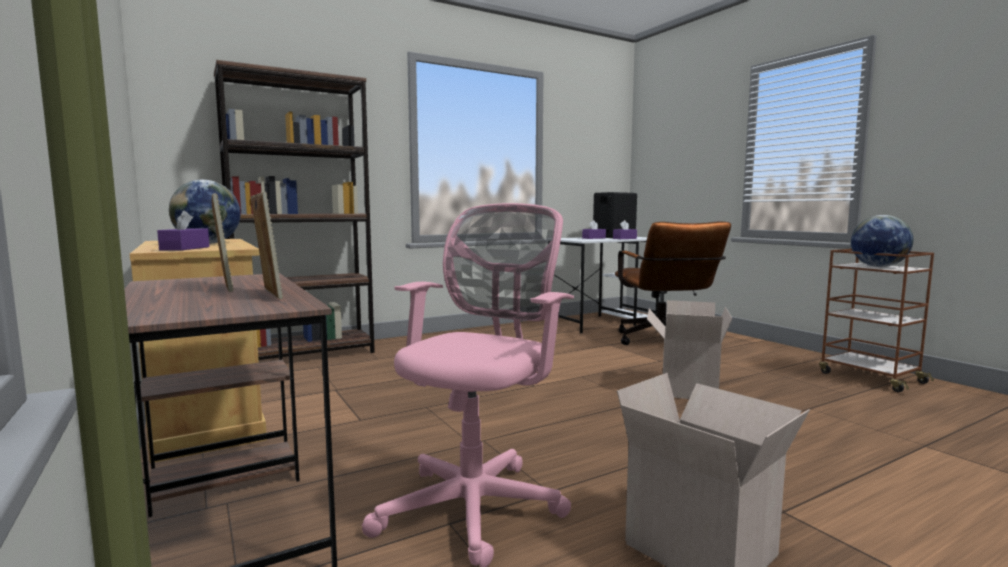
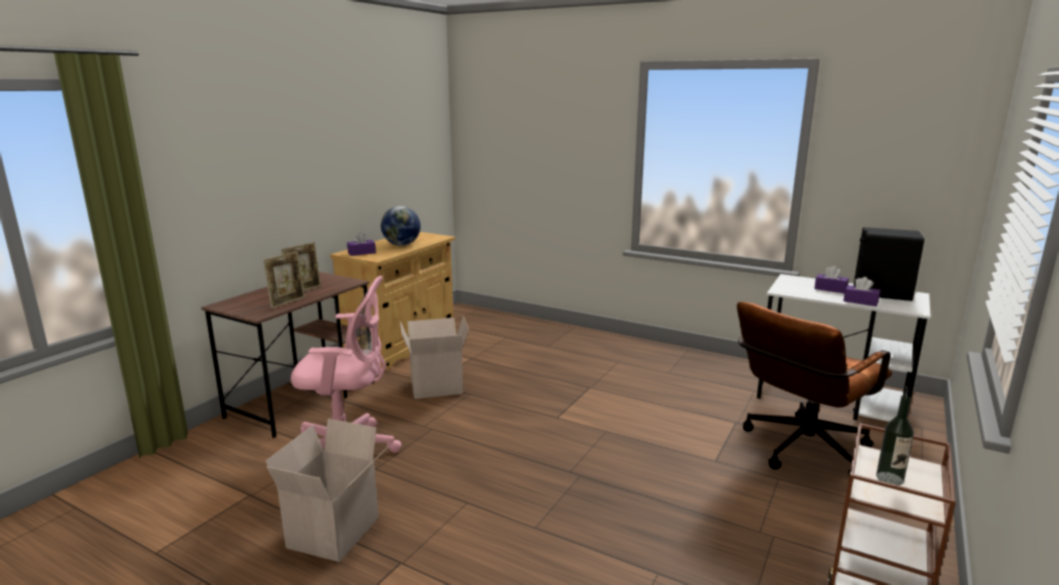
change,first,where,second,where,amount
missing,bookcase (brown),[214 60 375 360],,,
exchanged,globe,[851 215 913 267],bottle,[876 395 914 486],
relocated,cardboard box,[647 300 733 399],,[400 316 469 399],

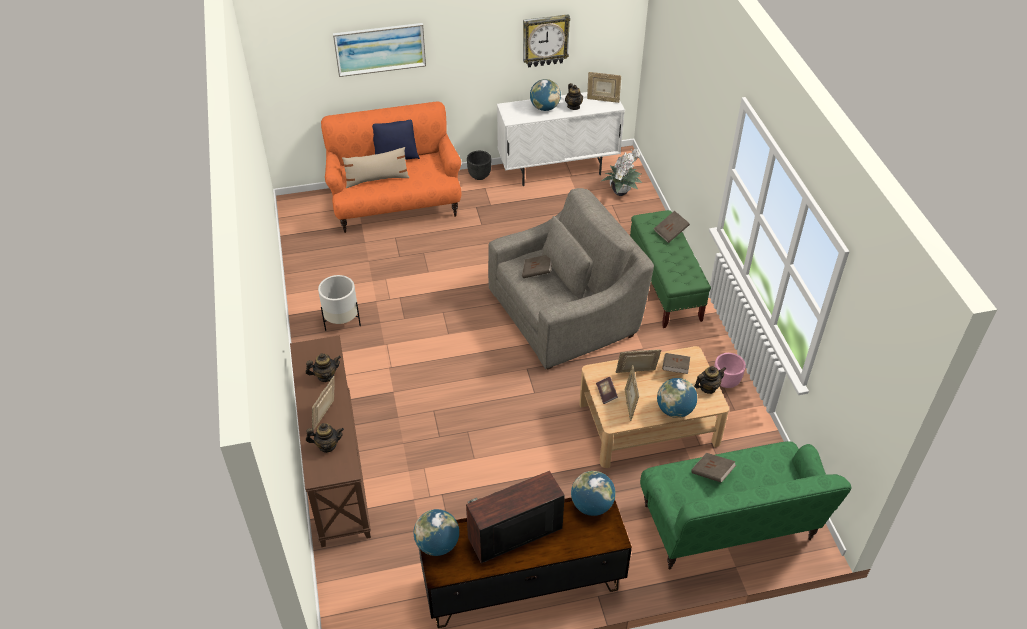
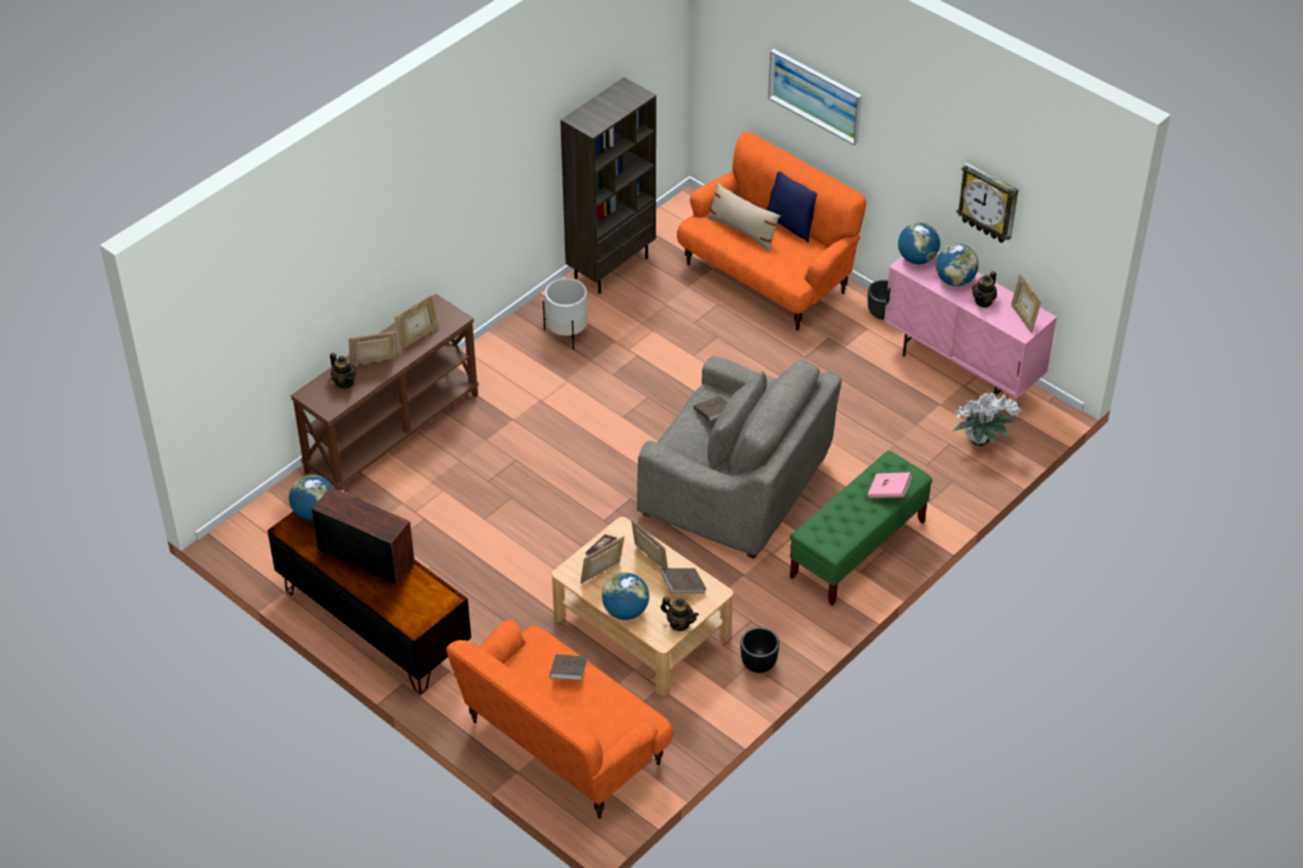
change,first,where,second,where,amount
colour,cabinet (white),[497 92 625 186],cabinet (pink),[884 251 1057 399],
colour,book (brown),[654 211 690 243],book (pink),[868 472 912 498],
exchanged,teapot,[306 353 341 382],picture frame,[395 295 439 349],
colour,planter (pink),[714 353 746 388],planter (black),[740 627 779 673],
colour,sofa (green),[640 441 851 570],sofa (orange),[446 620 673 819],
relocated,globe,[571 471 616 516],,[898 222 940 264],
appeared,,,bookcase (brown),[560 77 656 294],

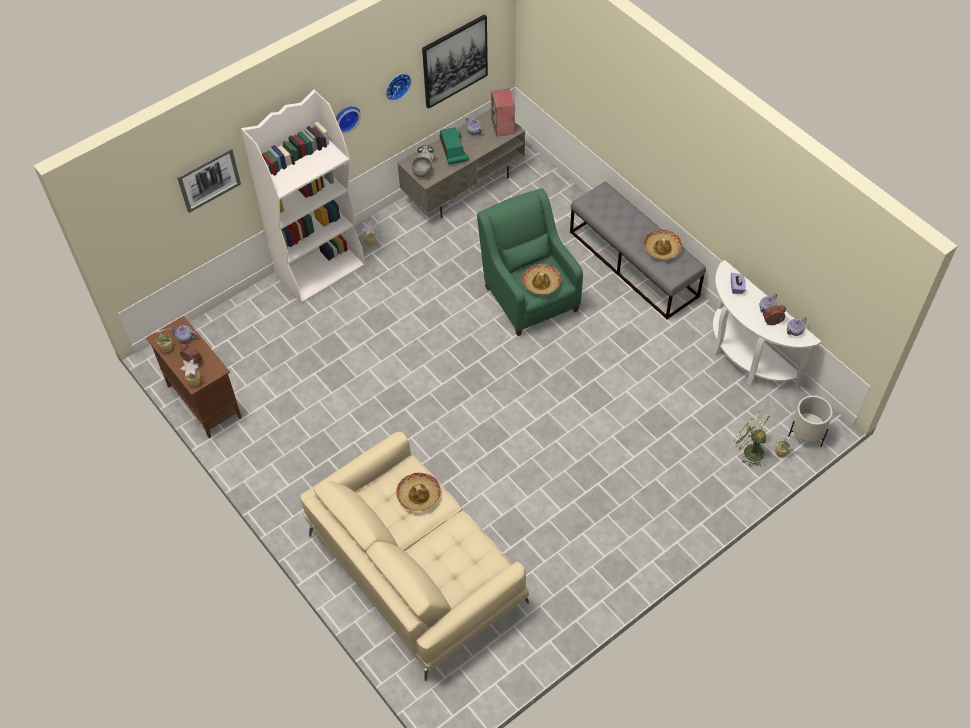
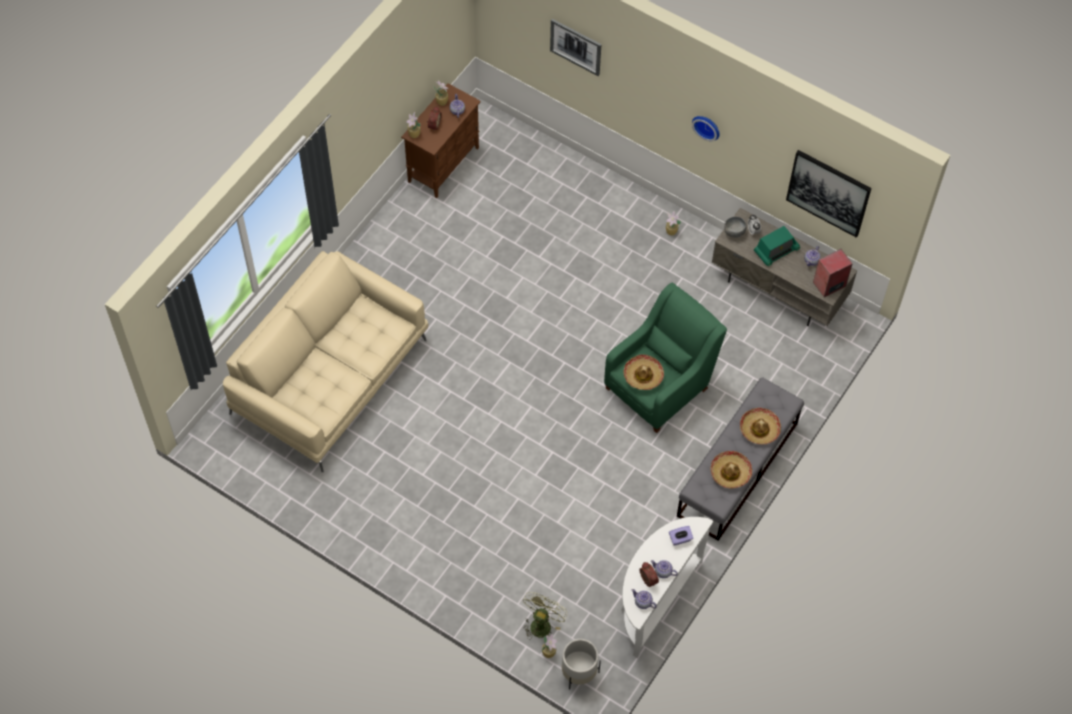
change,first,where,second,where,amount
missing,wall clock,[386 74 411 101],,,
missing,bookcase (white),[241 90 365 304],,,
relocated,hat,[396 472 441 512],,[740 408 781 445],

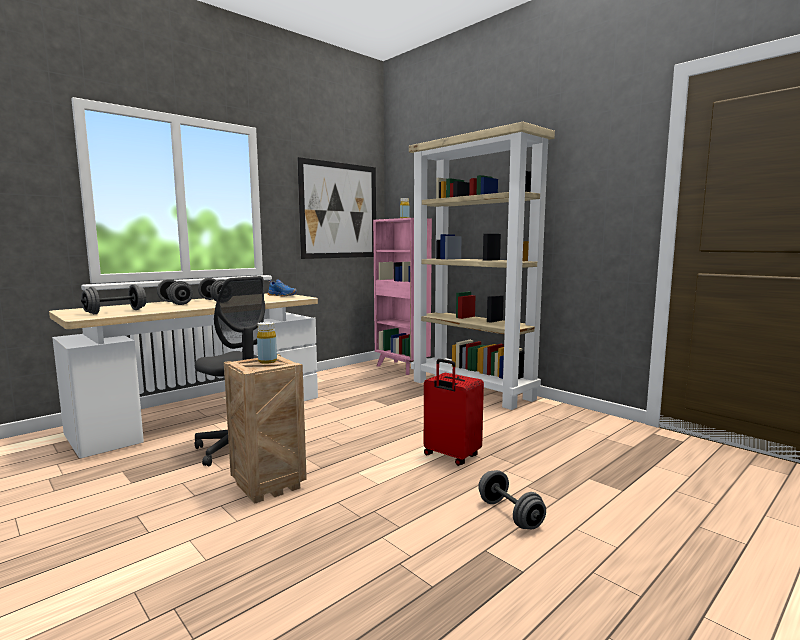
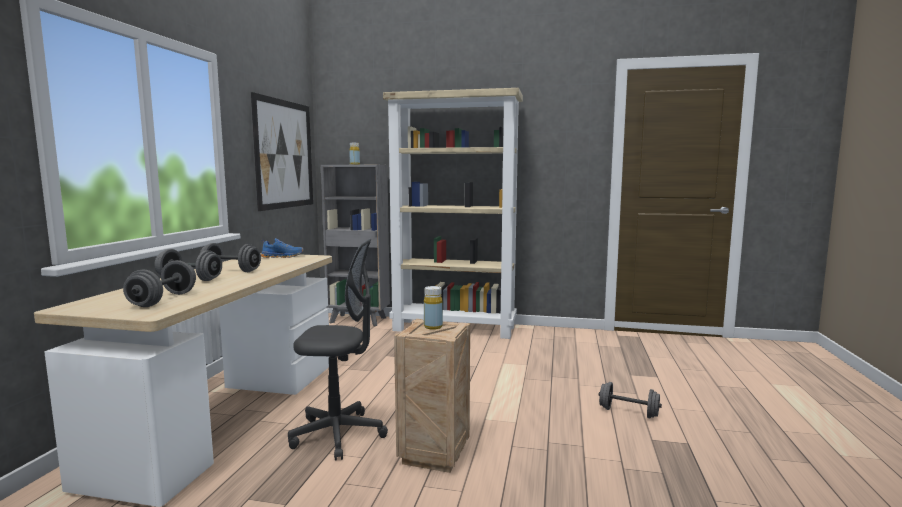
change,first,where,second,where,amount
colour,bookcase (pink),[373 218 432 375],bookcase (grey),[321 165 390 326],
missing,suitcase (red),[424 359 484 466],,,

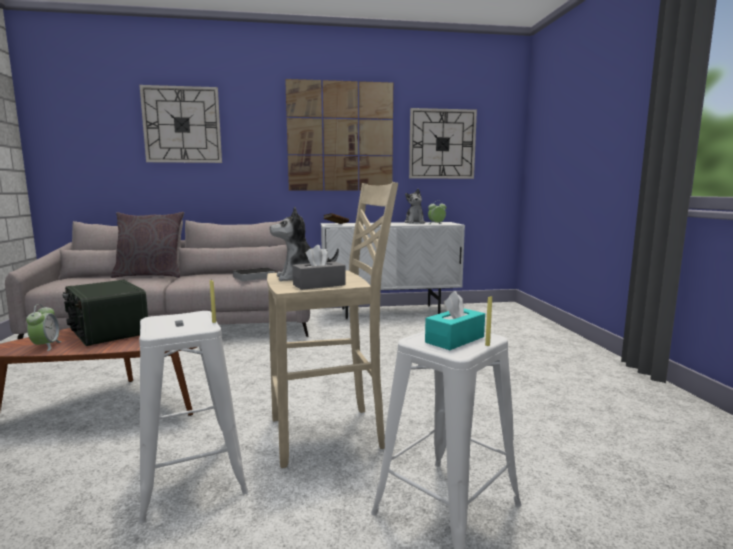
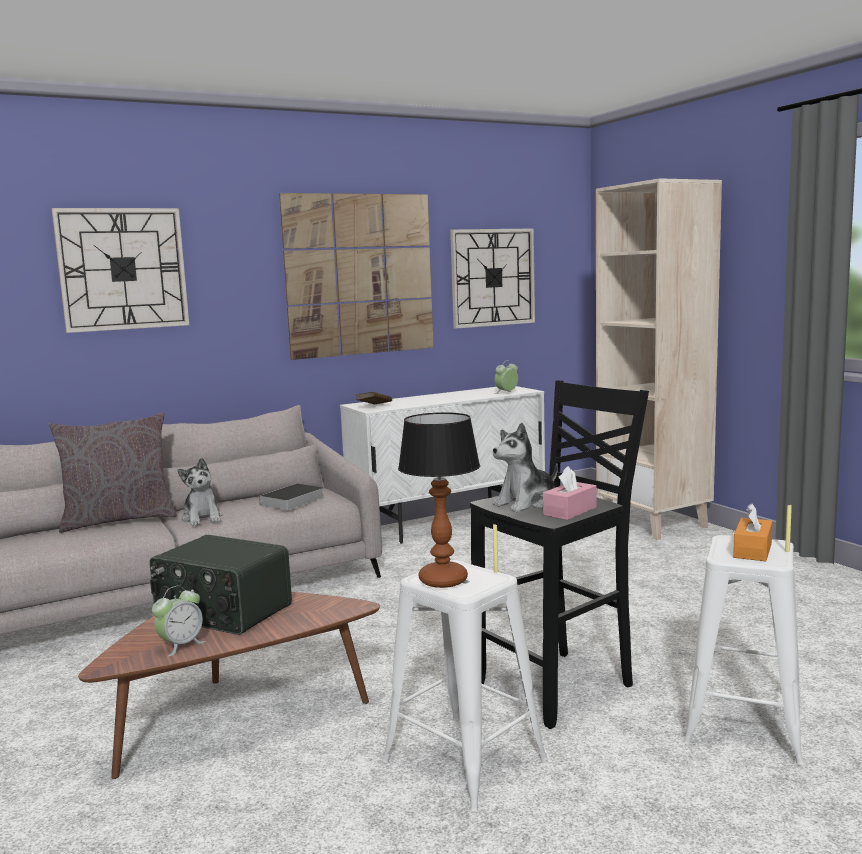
change,first,where,second,where,amount
colour,stool (beige),[267 182 398 468],stool (black),[470 380 649 729],
relocated,plush toy,[404 189 425 224],,[178 458 223 526],
colour,tissue box (grey),[292 245 346 290],tissue box (pink),[543 466 597 520],
colour,tissue box (turquoise),[425 291 485 350],tissue box (orange),[733 503 772 561],
spun,alarm clock,[26 304 62 351],,[152 586 206 657],75 degrees clockwise
appeared,,,bookcase (beige),[596 178 722 540],
appeared,,,table lamp,[398 412 480 588],

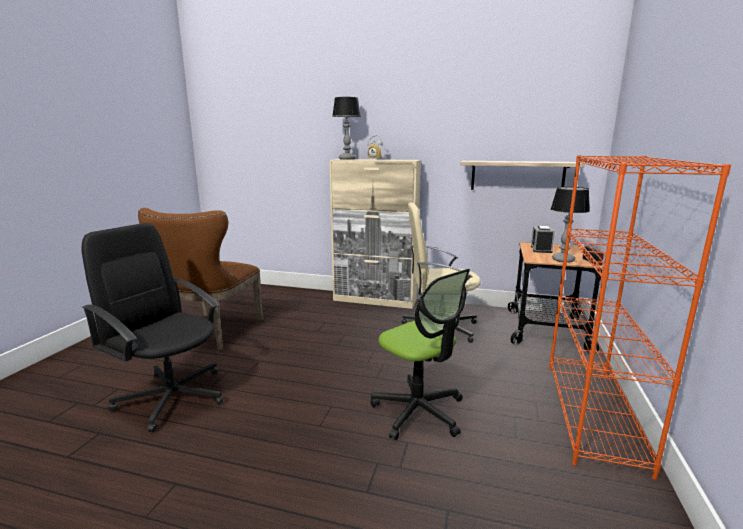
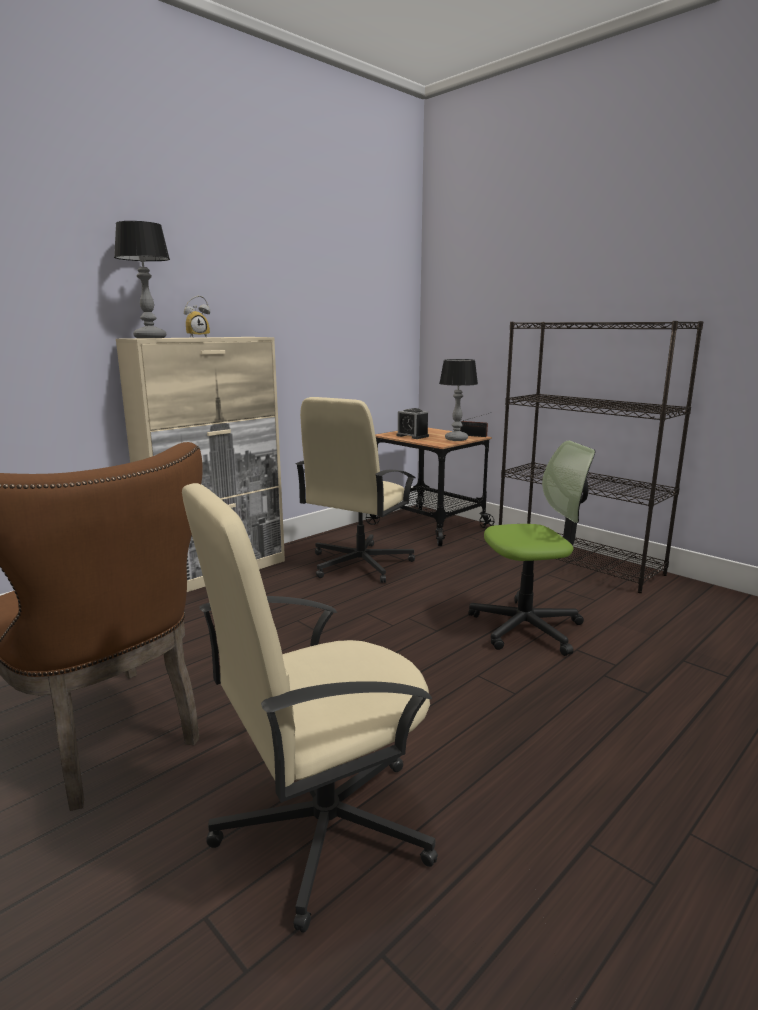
change,first,where,second,where,amount
colour,bookcase (orange),[549 155 731 480],bookcase (black),[499 321 703 593],
missing,shelf,[460 161 585 190],,,
colour,office chair (black),[82 223 223 432],office chair (beige),[182 483 438 933],

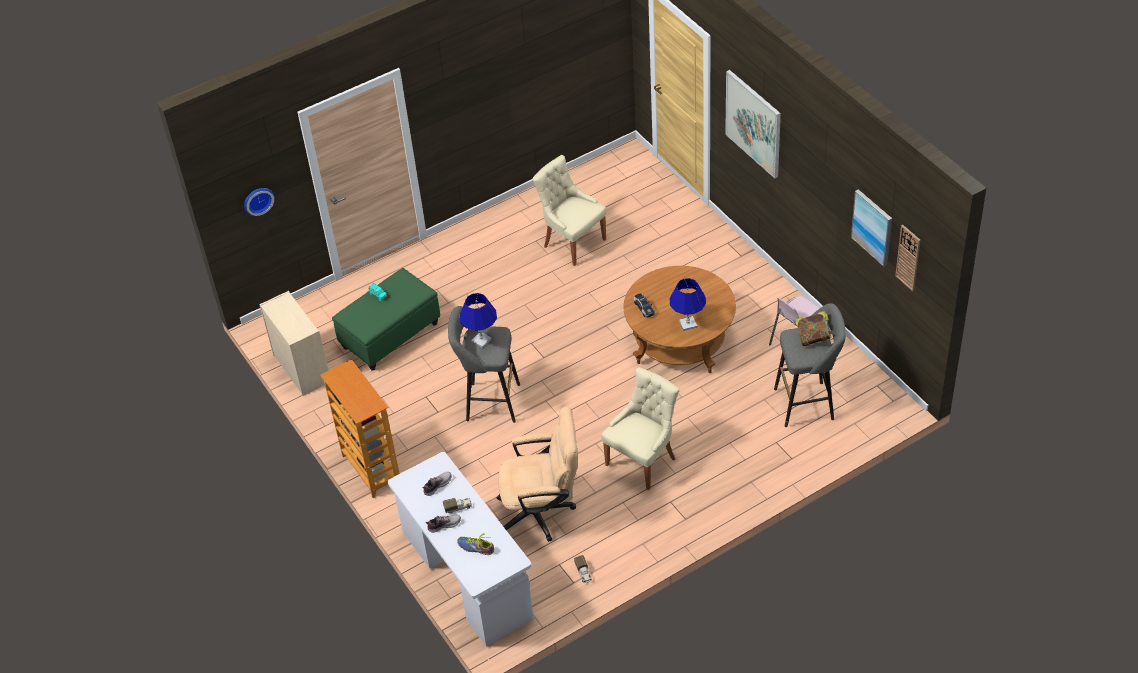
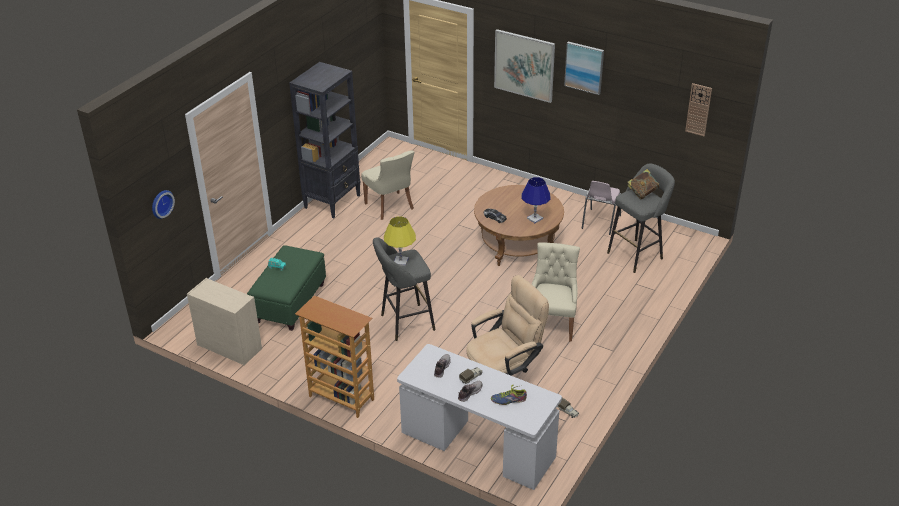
change,first,where,second,where,amount
spun,chair (beige),[532 155 606 266],,[361 150 414 220],135 degrees counterclockwise
relocated,picture,[851 189 892 267],,[564 42 604 95],
colour,table lamp (blue),[460 293 497 348],table lamp (yellow),[384 216 416 266],
appeared,,,bookcase (black),[289 62 360 218],

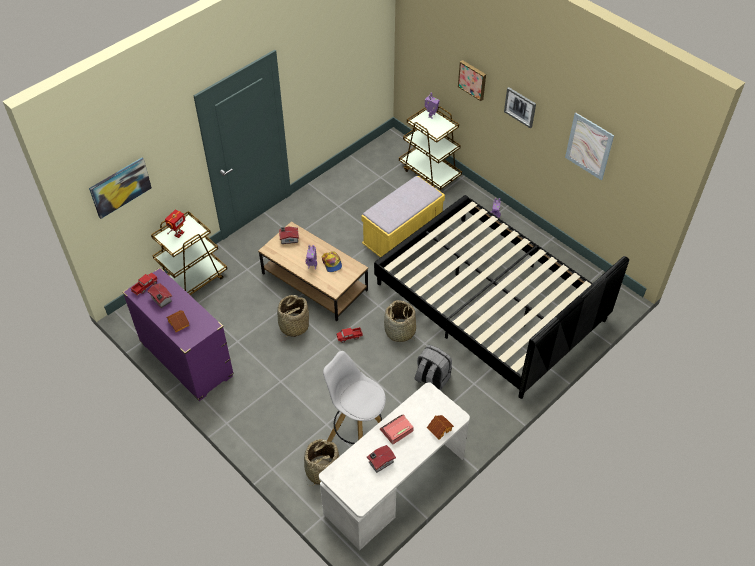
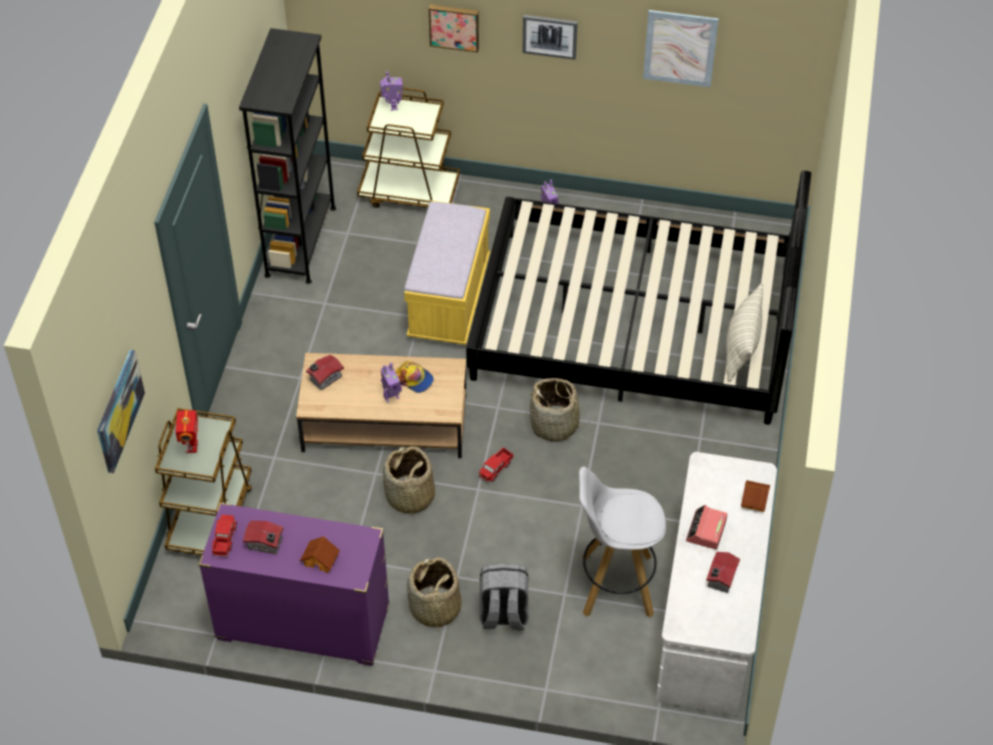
change,first,where,second,where,amount
relocated,backpack (grey),[414 345 452 391],,[480 564 529 630],
relocated,basket,[304 439 339 486],,[407 557 461 632],
appeared,,,bookcase (black),[239 28 336 284],
appeared,,,pillow,[726 283 763 381],

